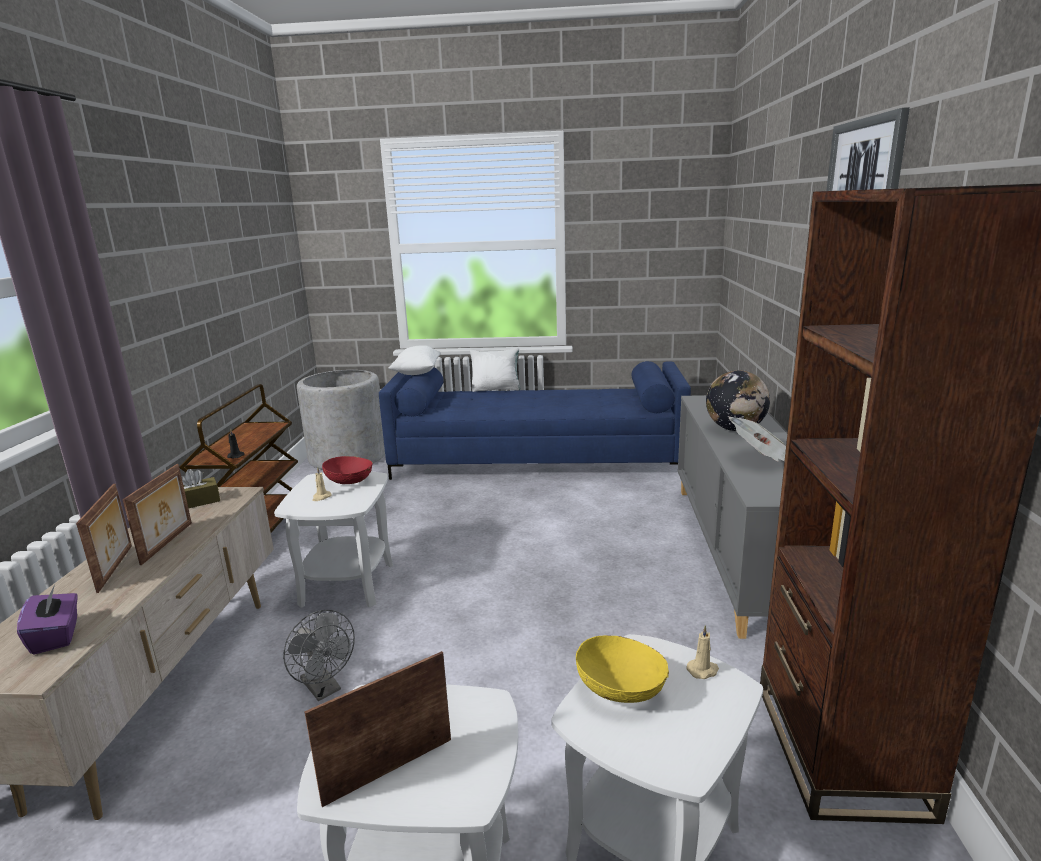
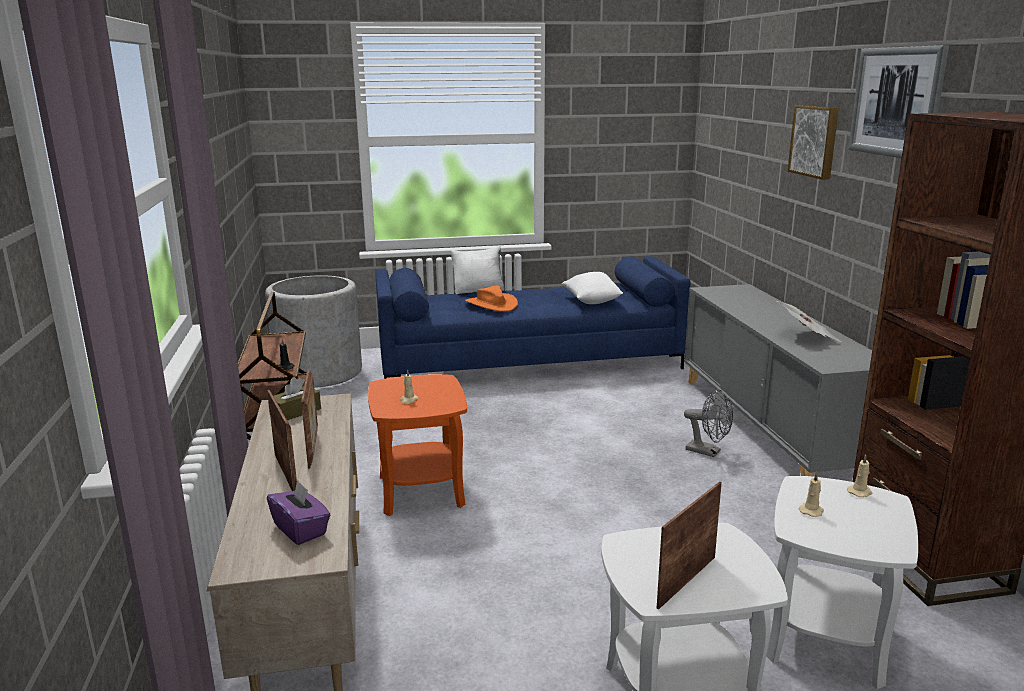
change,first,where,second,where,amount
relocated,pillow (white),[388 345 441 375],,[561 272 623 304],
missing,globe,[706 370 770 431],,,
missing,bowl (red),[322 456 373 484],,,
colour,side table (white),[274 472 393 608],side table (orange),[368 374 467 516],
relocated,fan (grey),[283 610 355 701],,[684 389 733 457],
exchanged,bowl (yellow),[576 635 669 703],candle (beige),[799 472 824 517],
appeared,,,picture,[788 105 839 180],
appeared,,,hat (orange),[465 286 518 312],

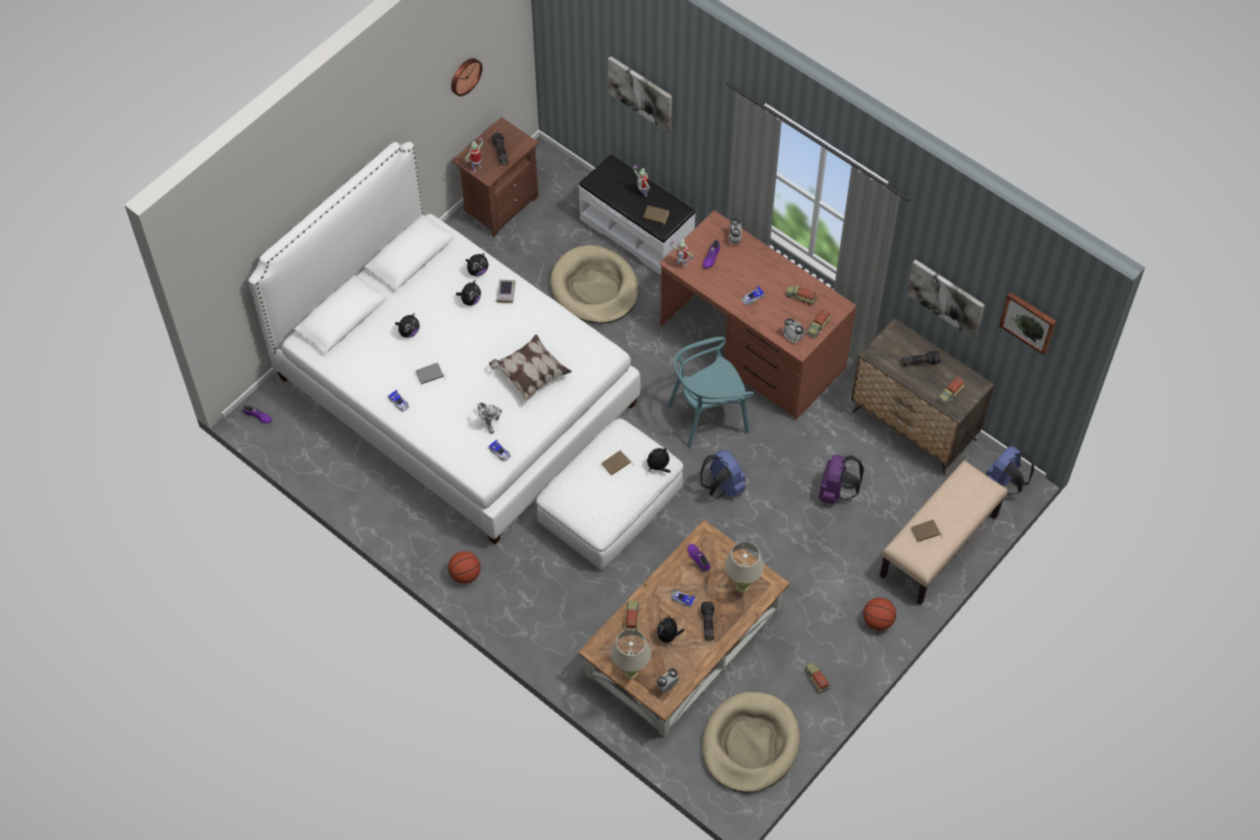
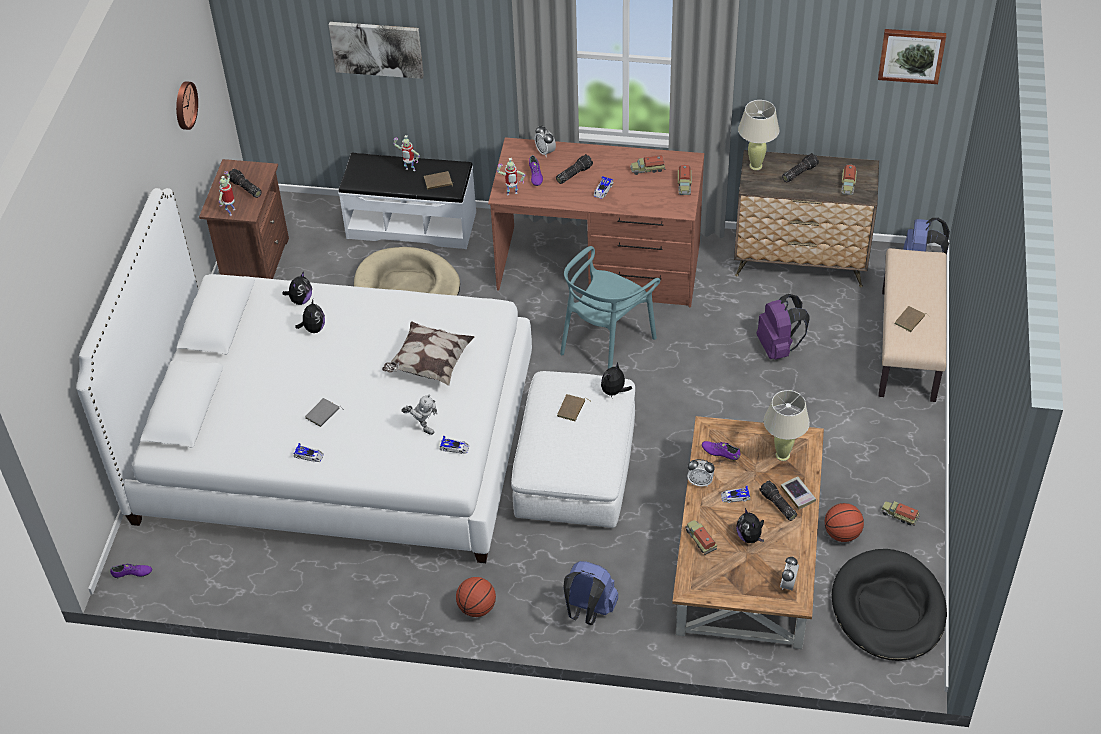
change,first,where,second,where,amount
missing,picture,[906 259 985 339],,,
relocated,book,[496 280 516 303],,[781 476 816 510],
missing,plush toy,[395 313 420 338],,,
relocated,alarm clock,[783 318 805 344],,[687 459 715 487],
relocated,backpack (blue),[700 450 745 498],,[563 561 618 625],
relocated,basketball,[863 598 896 631],,[825 503 864 542],
relocated,table lamp (beige),[611 629 651 679],,[738 100 780 170],
colour,dog bed (beige),[702 692 800 793],dog bed (black),[832 549 947 661],
appeared,,,flashlight,[556 154 593 184],

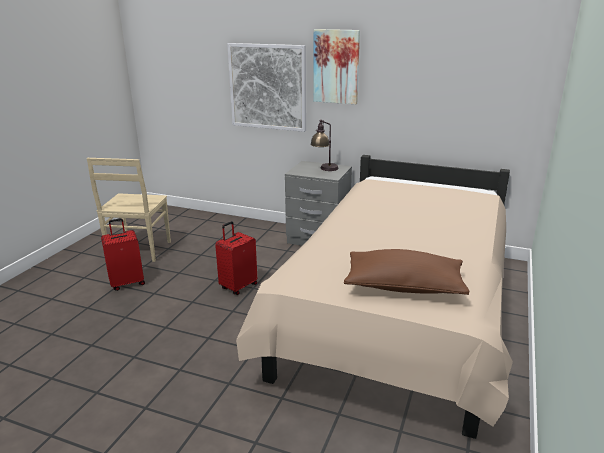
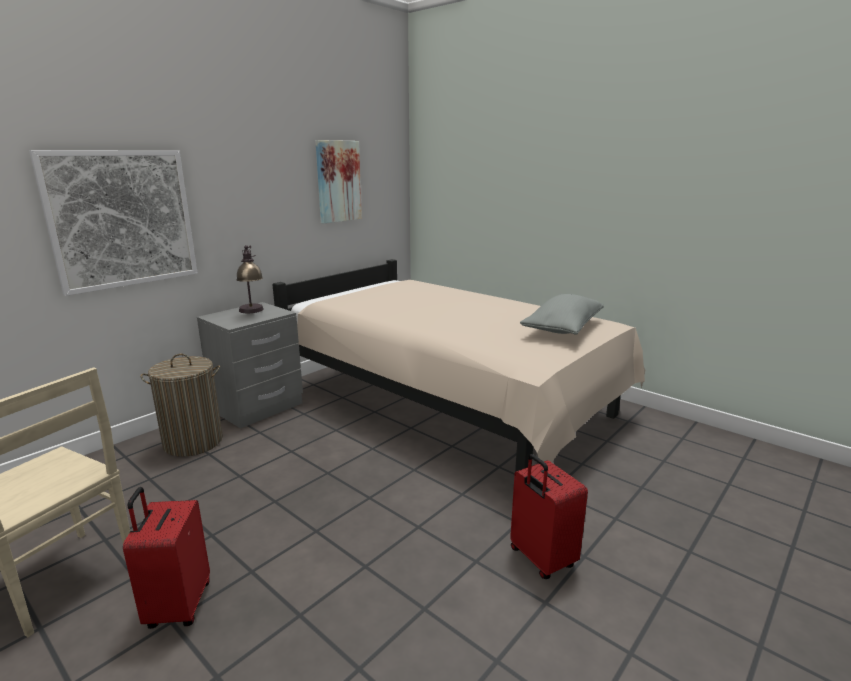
change,first,where,second,where,amount
relocated,picture,[313 29 360 104],,[315 140 362 223],
relocated,suitcase (red),[215 221 257 295],,[510 454 588 579],
colour,pillow (brown),[344 249 469 295],pillow (grey),[520 294 604 335],
appeared,,,laundry basket,[140 354 223 457],

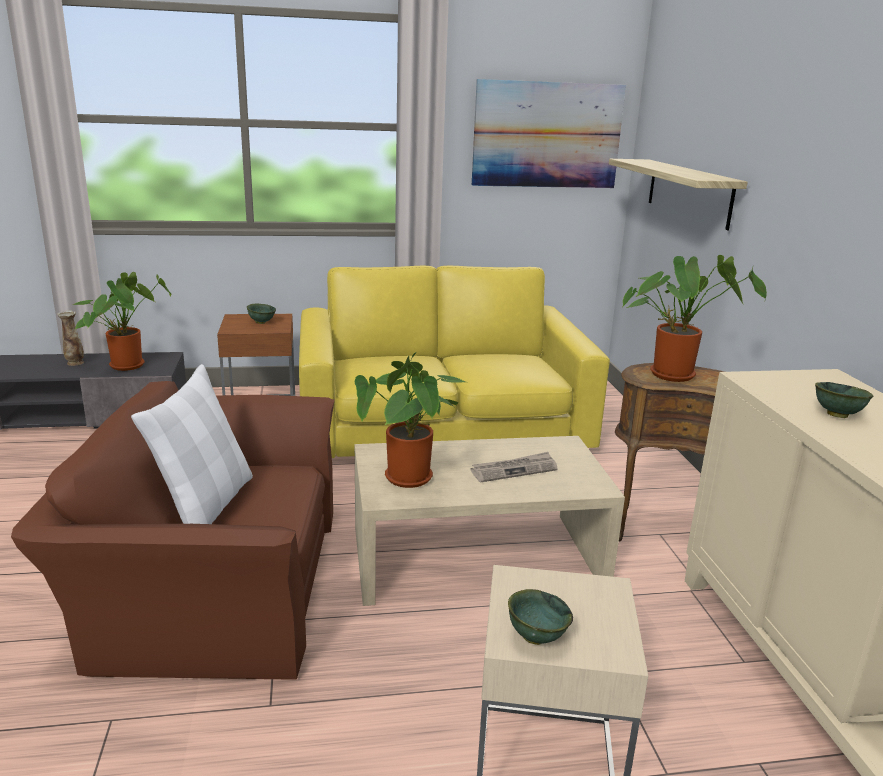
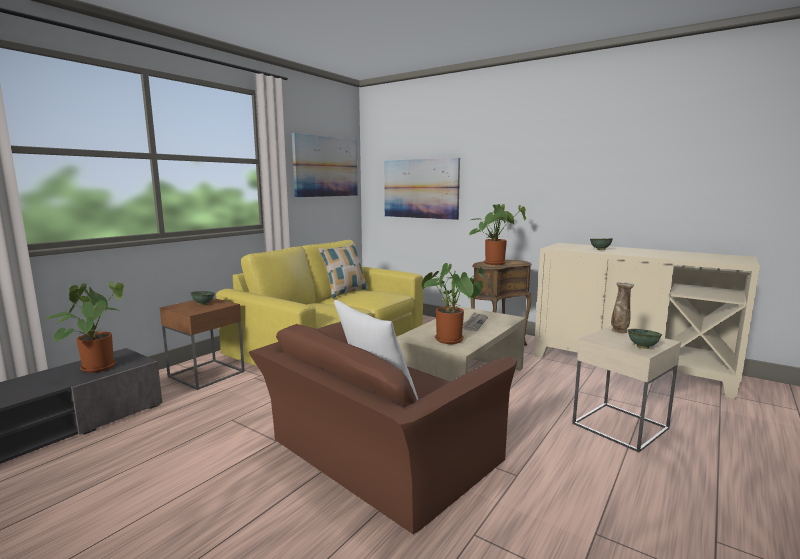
change,first,where,second,where,amount
exchanged,shelf,[609 159 748 230],picture,[384 158 460 220],
relocated,vase,[57 310 84 366],,[611 282 635 334],
appeared,,,pillow,[319 243 368 299],

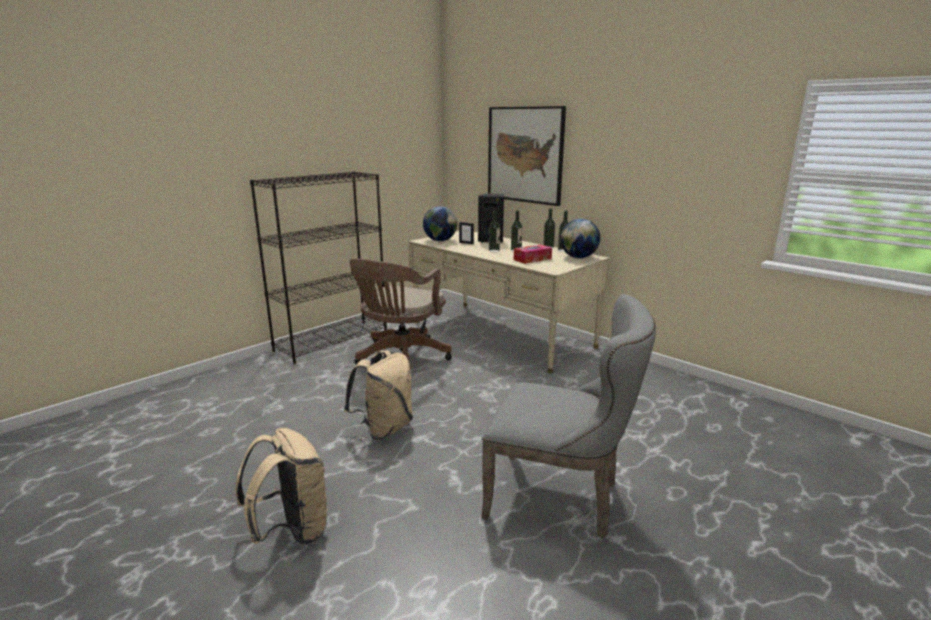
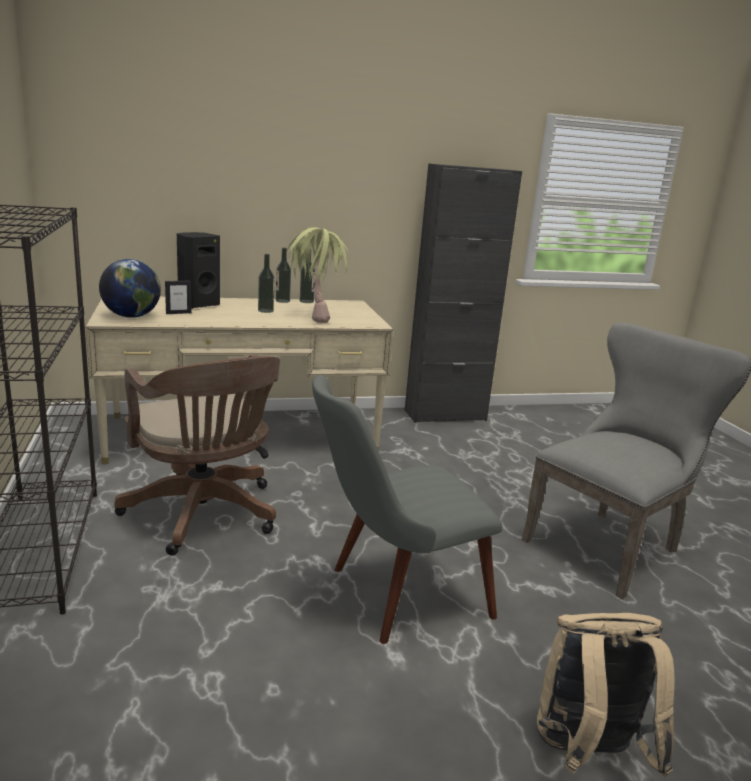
change,first,where,second,where,amount
missing,picture,[488 106 566 206],,,
missing,bottle,[489 211 500 252],,,
missing,globe,[560 219 600 258],,,
exchanged,tissue box,[514 244 552 264],potted plant,[286 227 349 323],
exchanged,backpack (beige),[344 350 413 440],chair (grey),[312 374 502 644],
appeared,,,cabinet (black),[405 163 522 423],

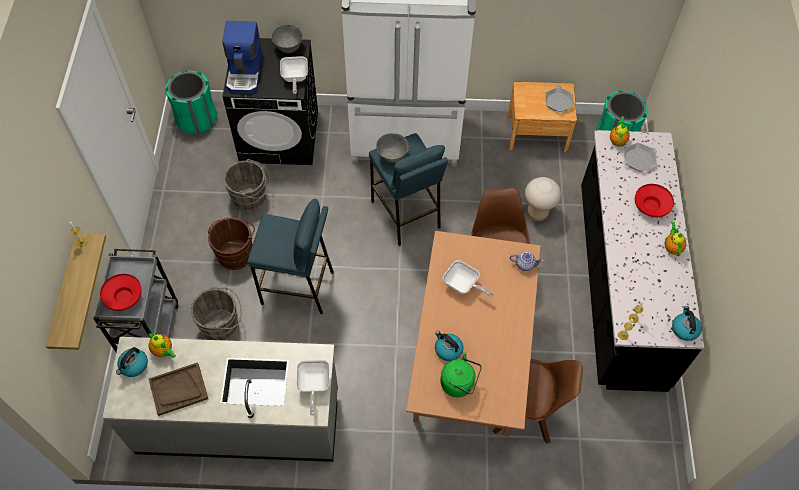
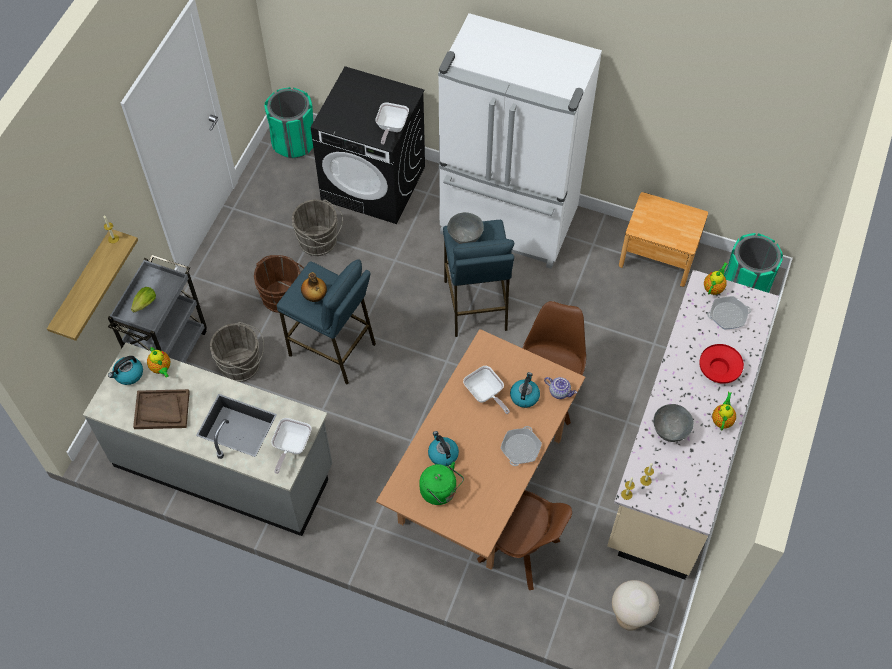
change,first,where,second,where,amount
missing,coffee machine,[222 21 263 94],,,
relocated,bowl (grey),[272 25 303 53],,[653 404 694 442],
relocated,frying pan,[545 86 574 113],,[500 426 542 466],
colour,counter (black),[581 130 704 392],counter (beige),[607 270 779 580],
relocated,stool (beige),[525 177 561 221],,[612 580 659 631],
exchanged,bowl (red),[100 274 142 311],lettuce,[131 287 156 312],
relocated,kettle,[672 306 702 341],,[510 372 540 408],
appeared,,,bottle,[301 272 327 302],

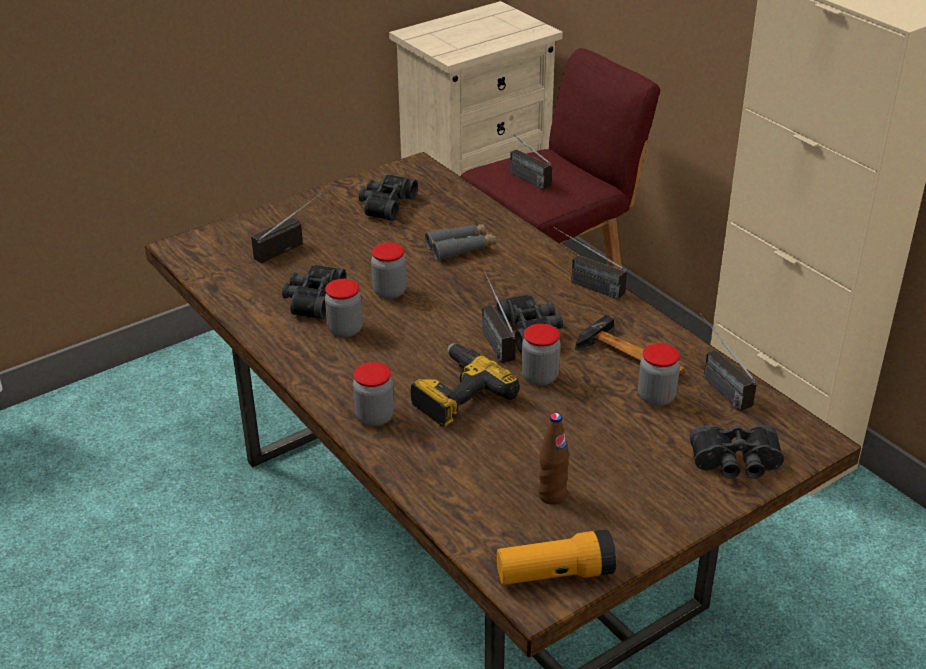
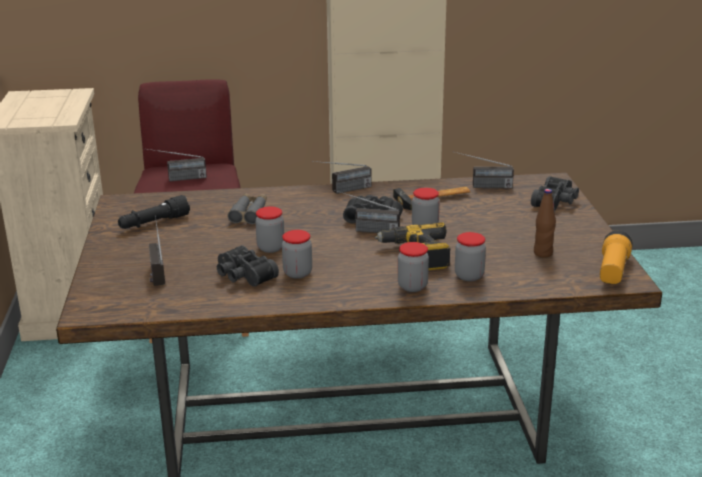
change,first,where,second,where,amount
exchanged,binoculars (black),[359 175 418 221],flashlight (black),[118 195 190 229],
relocated,jar,[638 343 680 406],,[455 232 486 281],

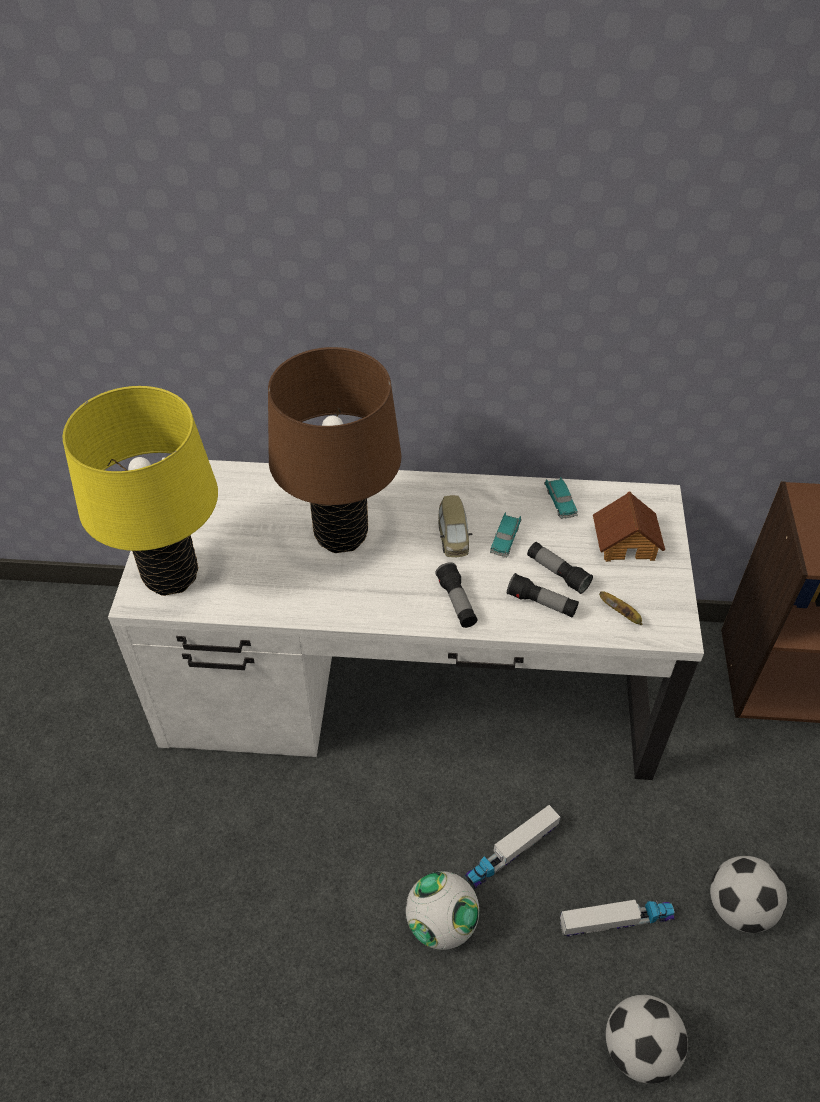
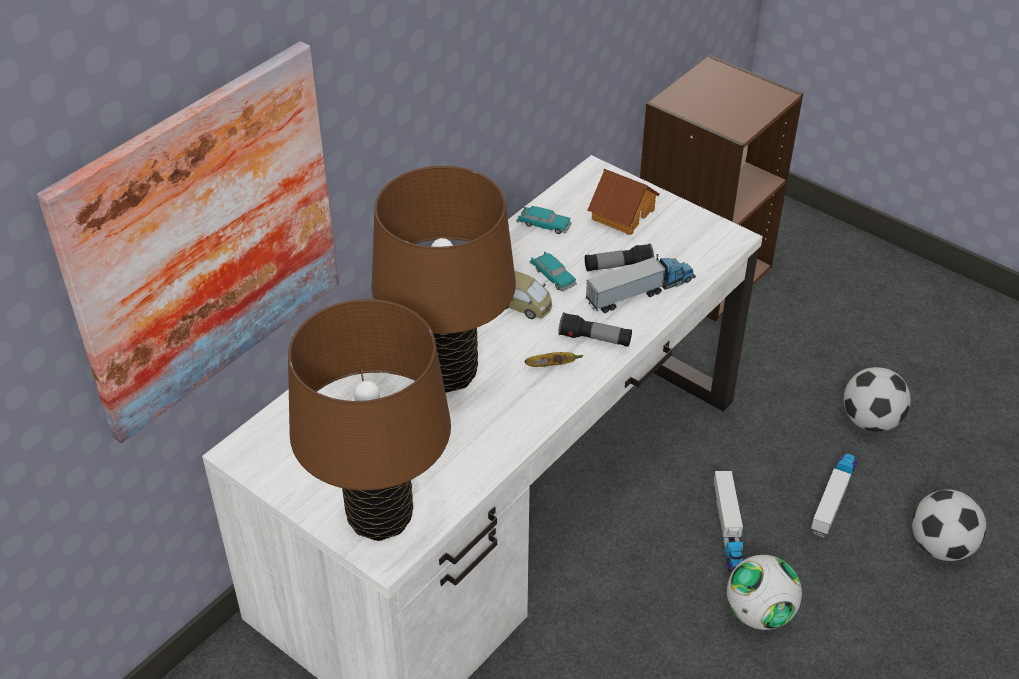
change,first,where,second,where,amount
colour,table lamp (yellow),[63 386 218 596],table lamp (brown),[288 299 451 541],
exchanged,flashlight,[507 573 579 617],toy truck,[586 254 696 313],
relocated,banana,[599 591 642 625],,[525 352 583 367],
appeared,,,picture,[37 41 339 443],

